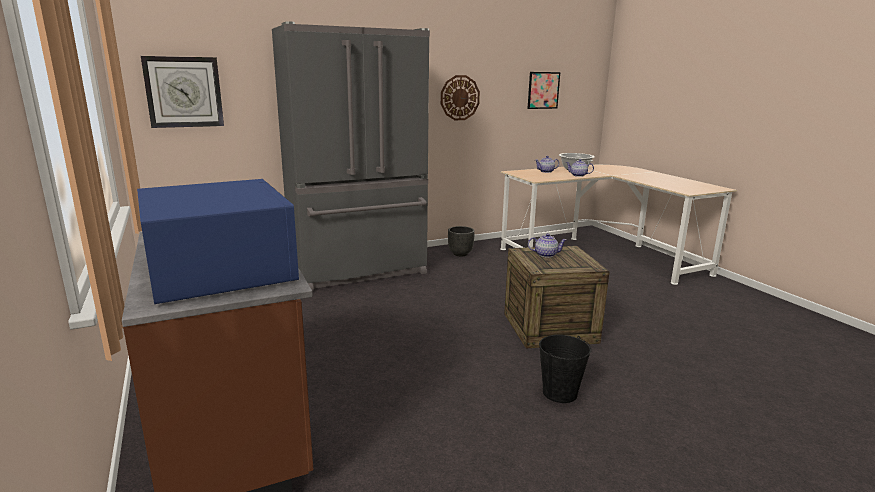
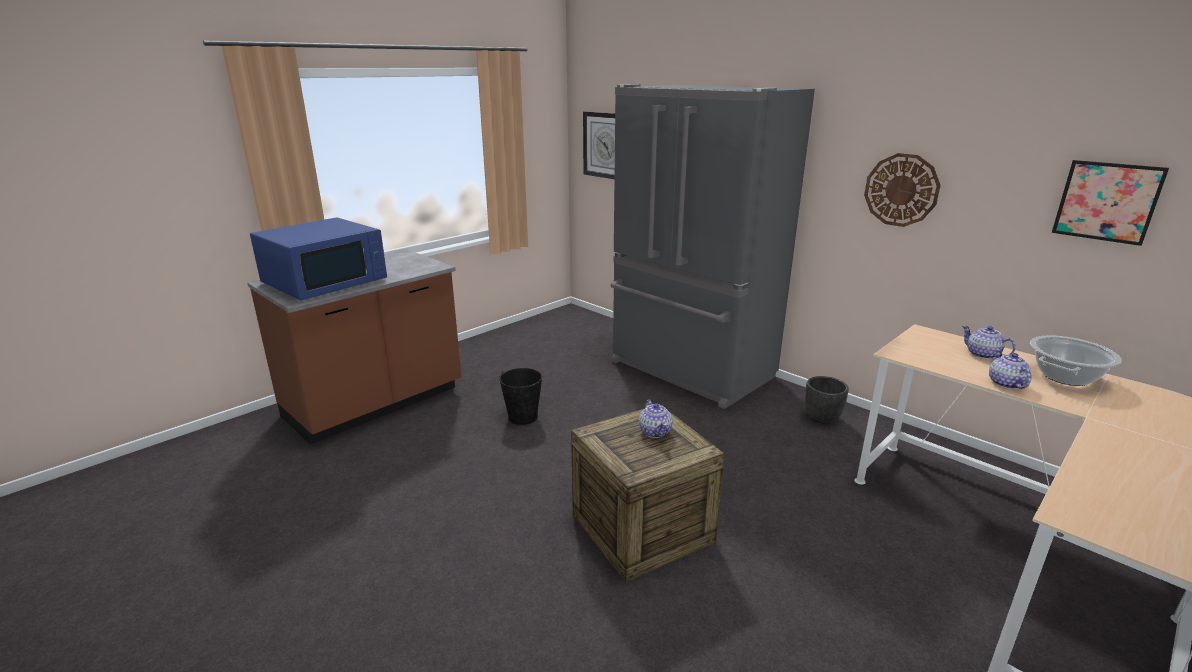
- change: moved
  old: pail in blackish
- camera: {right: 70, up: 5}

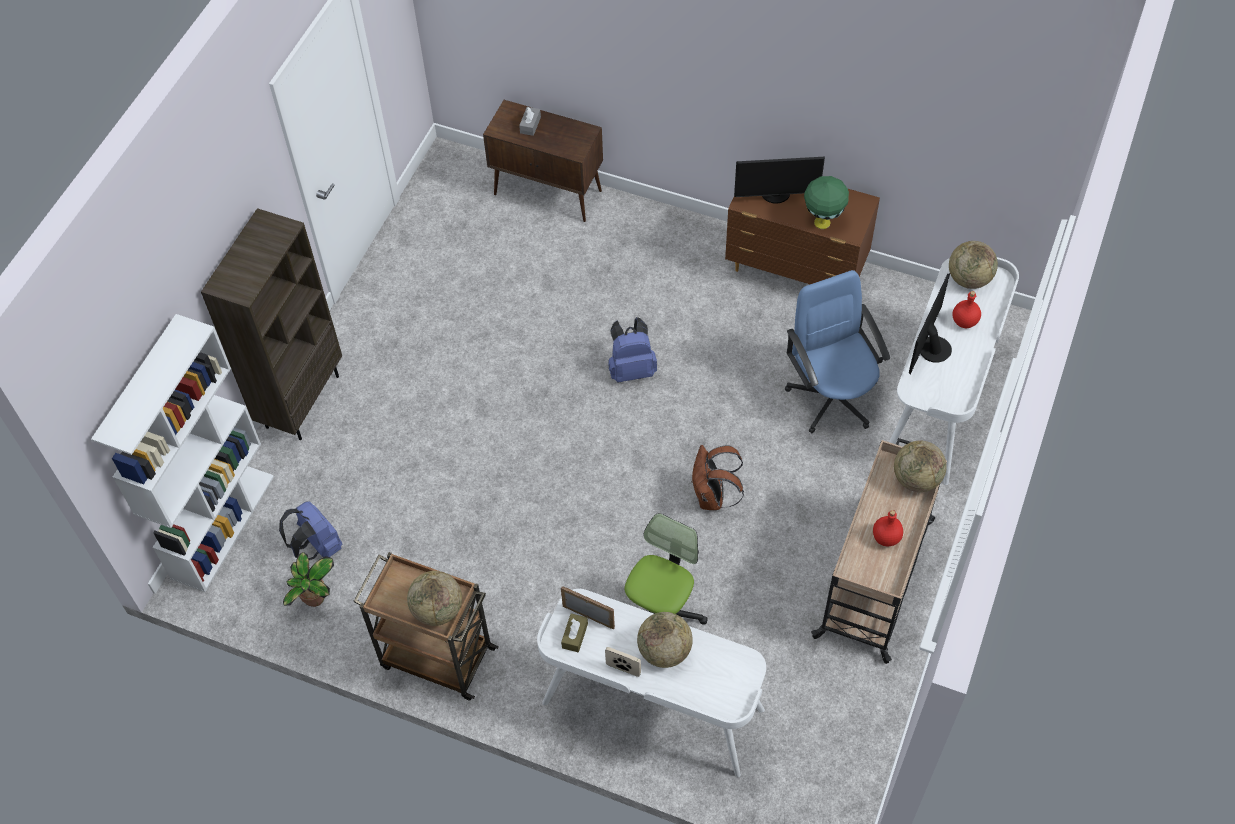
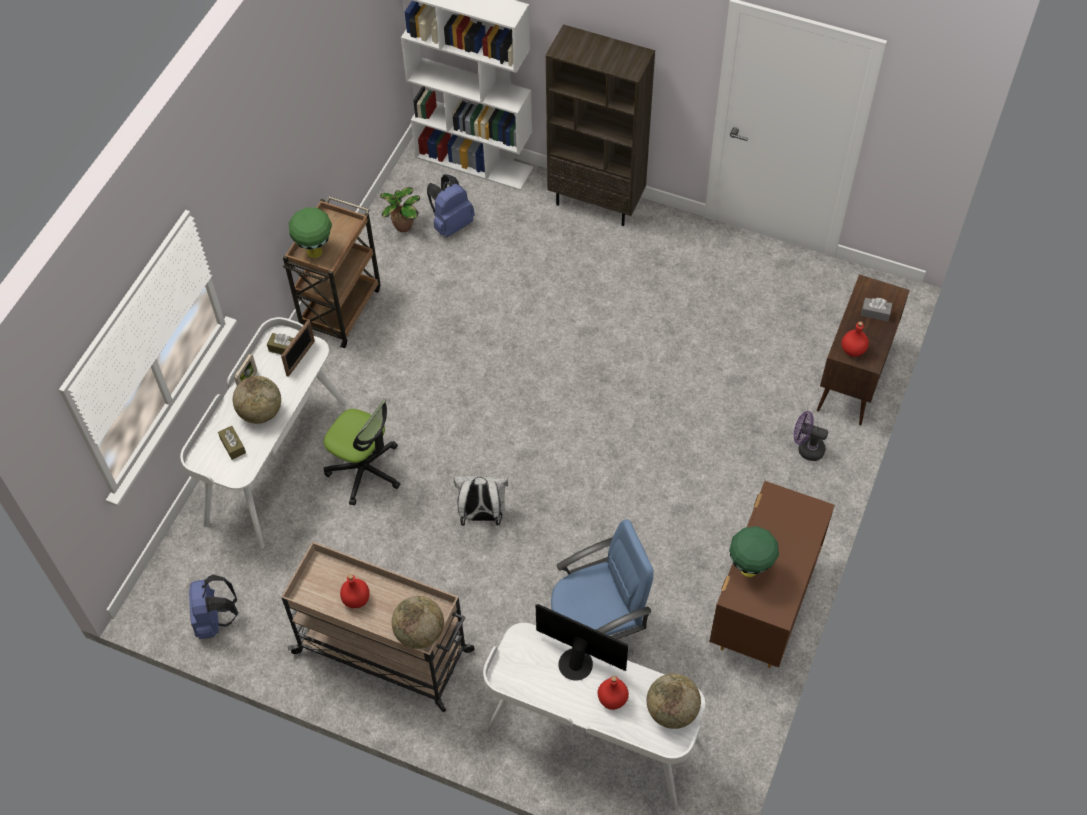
- change: replaced
  old: desk globe (1st from left)
  new: tabletop lamp in greenish (1st from left)
- change: moved
  old: rucksack in blue (2nd from left in the first image)
  new: rucksack in blue (1st from left)
- change: recoloured
  old: rucksack in brown-coloured
  new: rucksack in white
- change: removed
  old: computer display (1st from left)
- change: added
  new: tissue holder in brown-coloured (1st from left)
- change: added
  new: cooling fan in purplish
- change: added
  new: drink bottle in red-coloured (3rd from left)
- camera: {right: 90, up: 0}

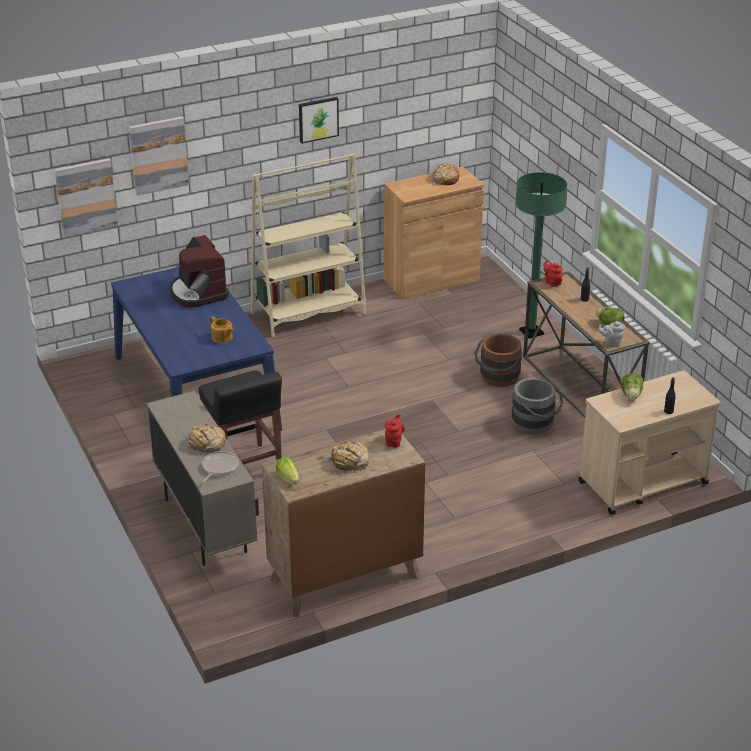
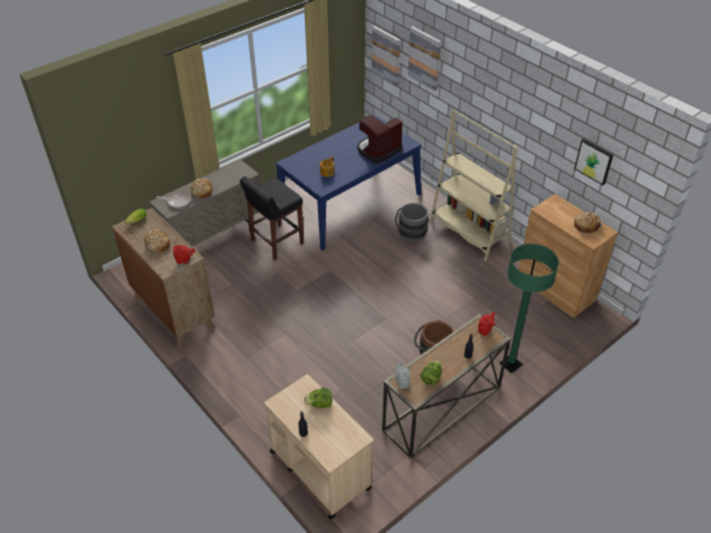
- change: moved
  old: wall art (3rd from left)
- change: moved
  old: pail in gray
- camera: {right: 75, up: 10}

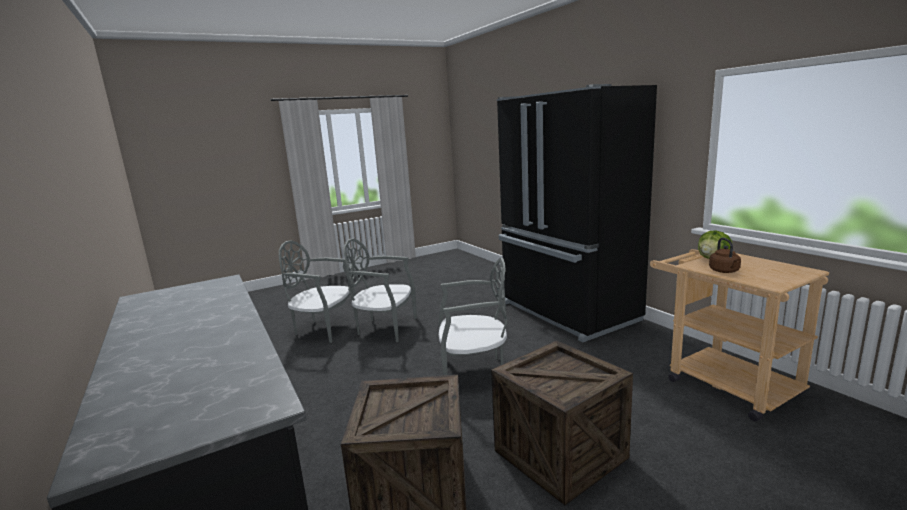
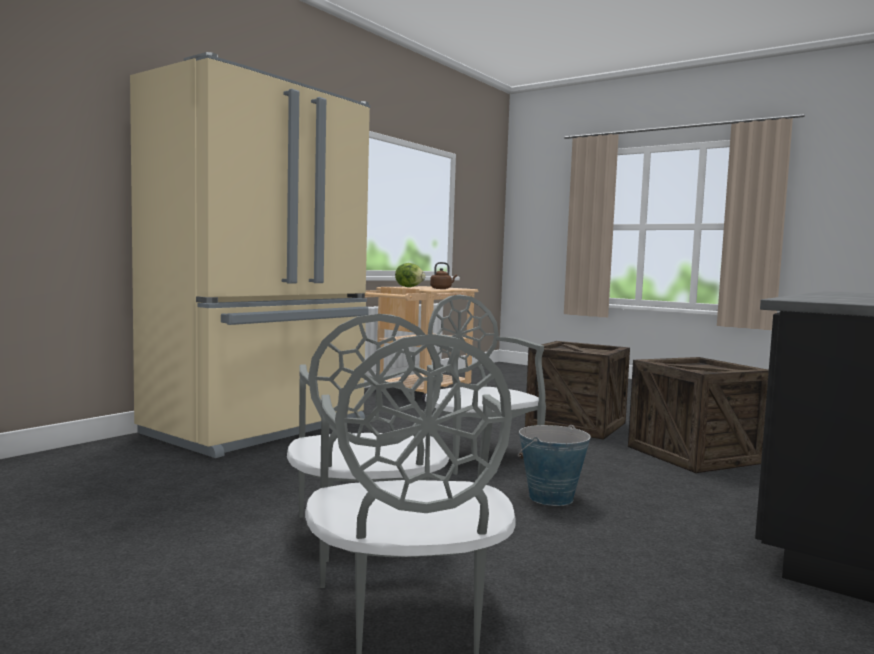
- change: recoloured
  old: kitchen fridge in blackish
  new: kitchen fridge in beige-coloured
- change: added
  new: pail
- camera: {right: -115, up: -10}

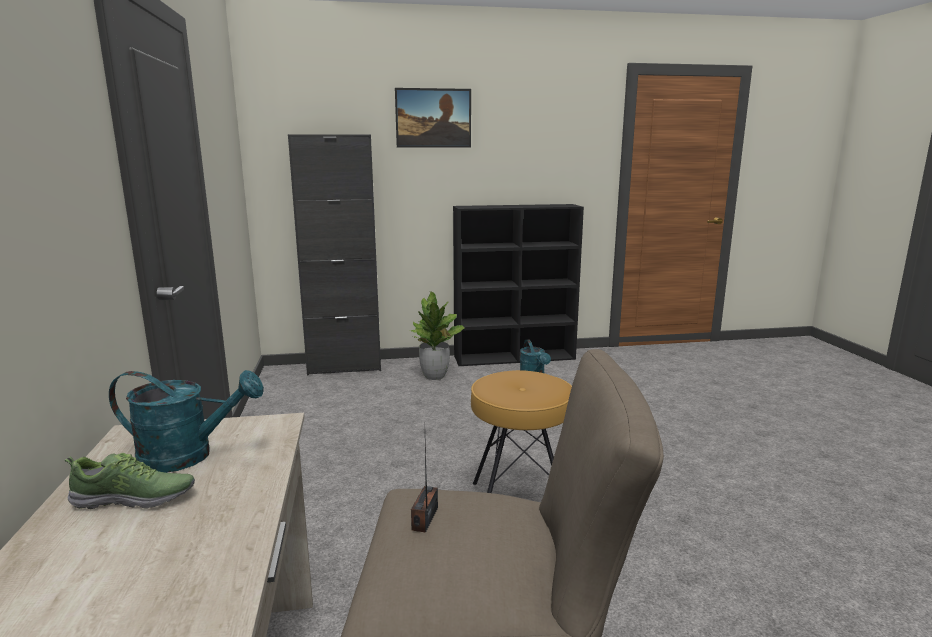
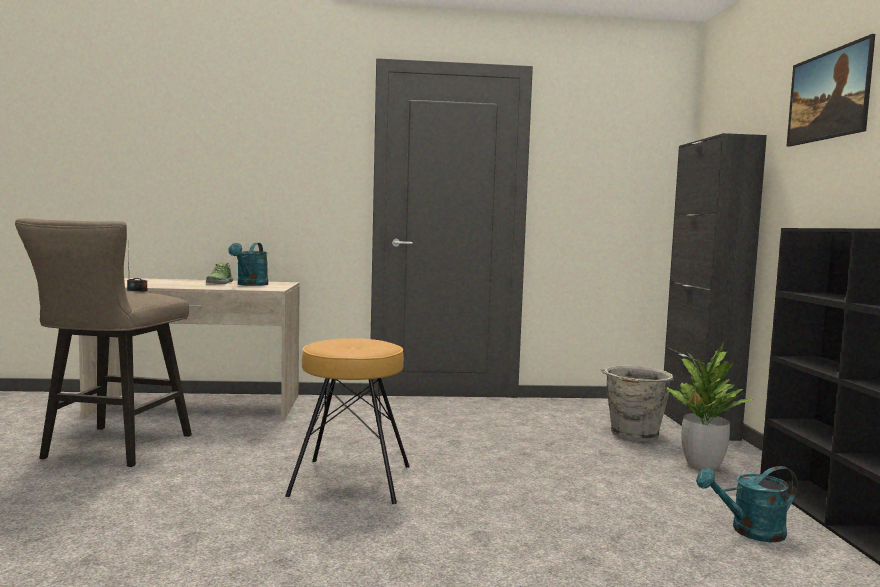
- change: added
  new: pail in gray
- camera: {right: 95, up: -10}

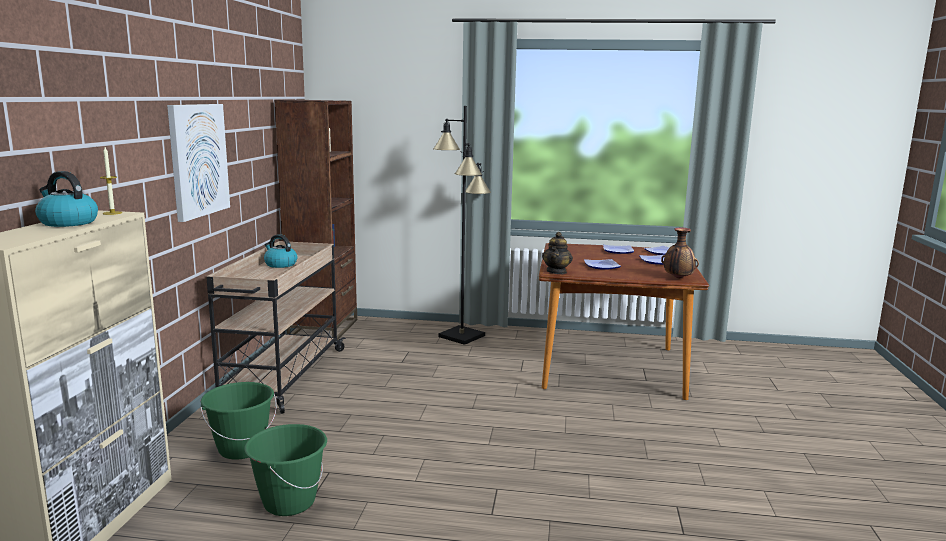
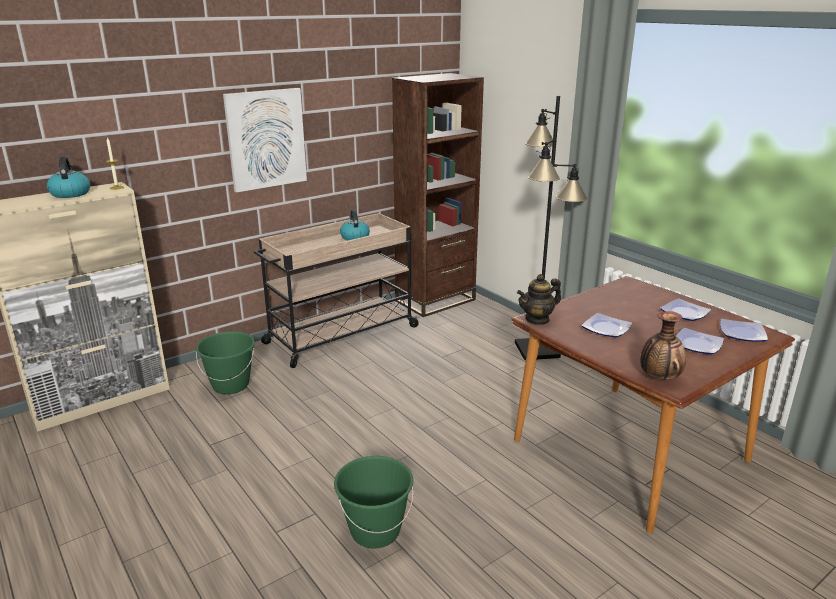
- change: moved
  old: pail in greenish (2nd from left)
- camera: {right: 45, up: 10}

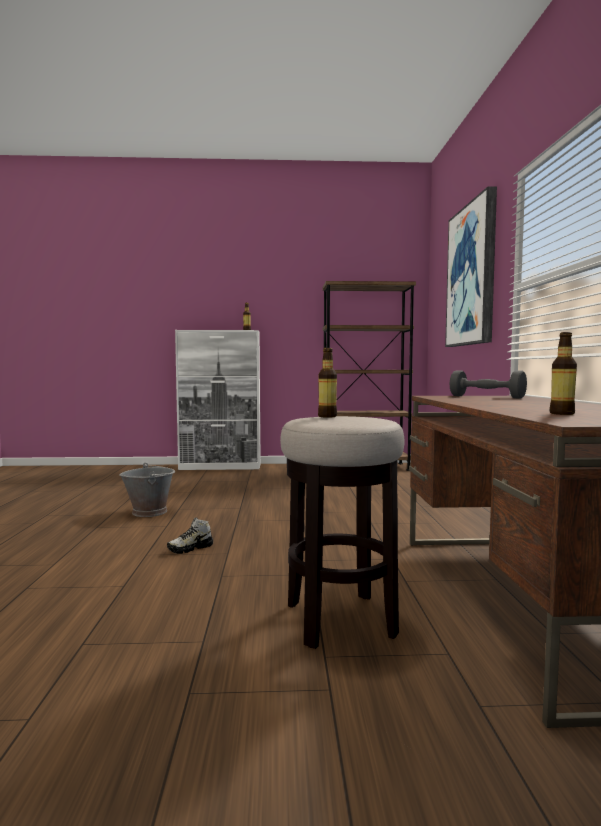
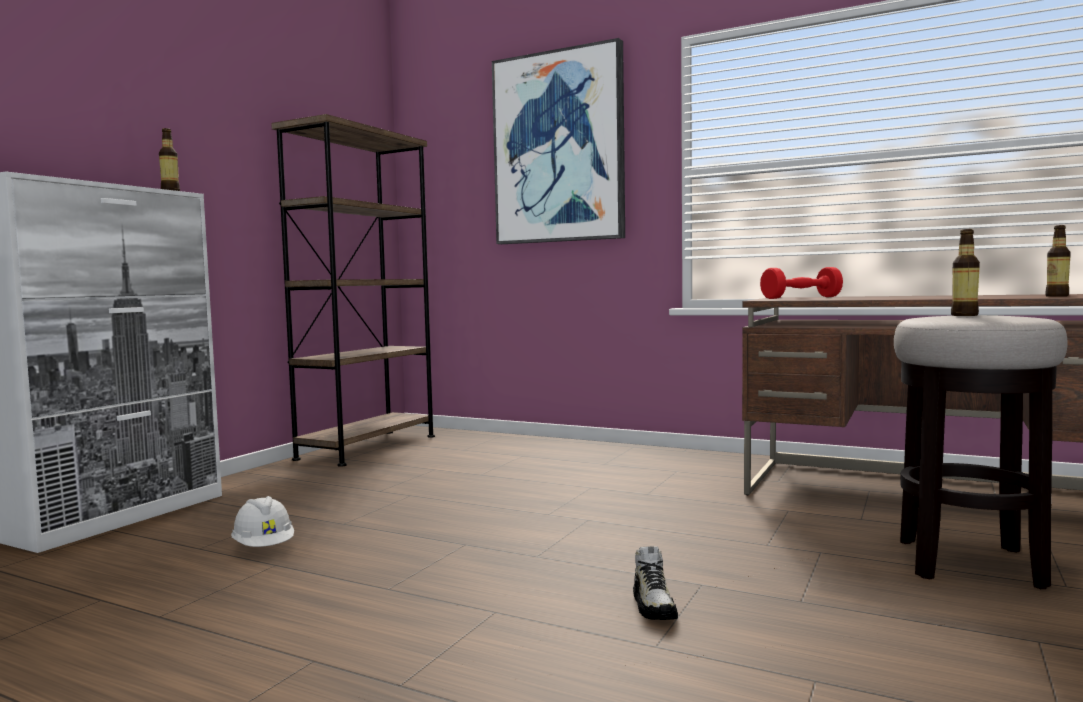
- change: removed
  old: pail in gray
- change: recoloured
  old: free weight in gray
  new: free weight in red-coloured
- change: added
  new: safety helmet in white
- camera: {right: -60, up: 0}

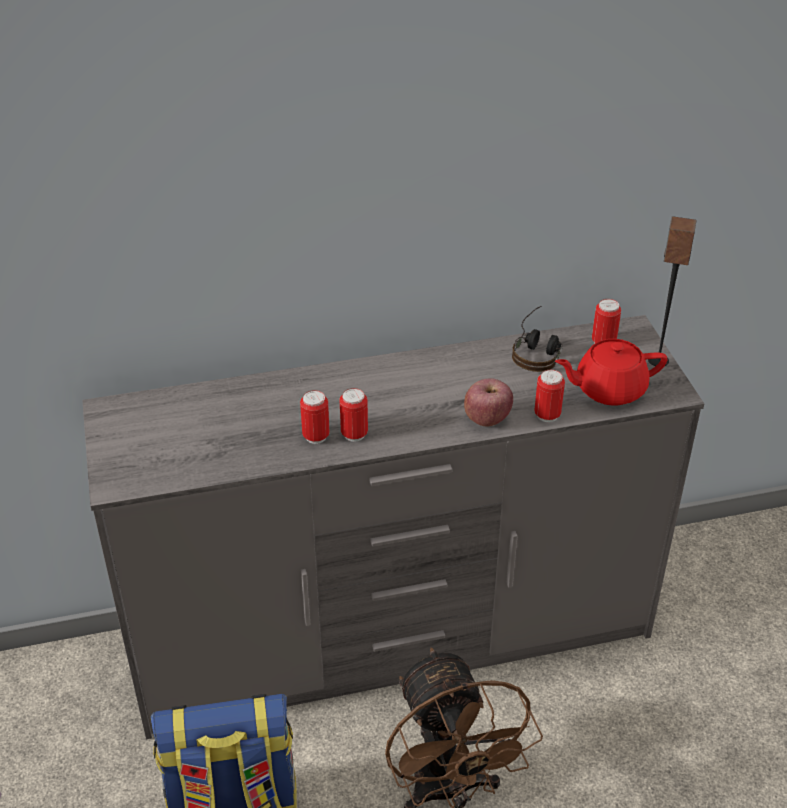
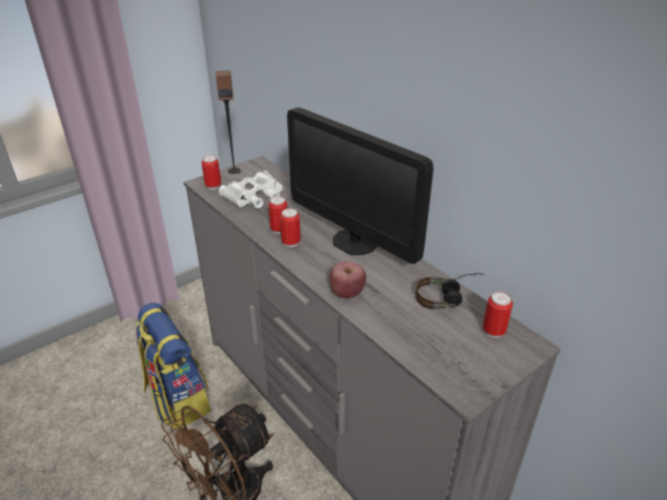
- change: moved
  old: sealed can (3rd from left in the first image)
  new: sealed can (1st from left)
- change: removed
  old: tea pot in red-coloured
- change: moved
  old: loudspeaker
- change: added
  new: field glasses in white
- change: added
  new: computer display
- camera: {right: 65, up: -5}

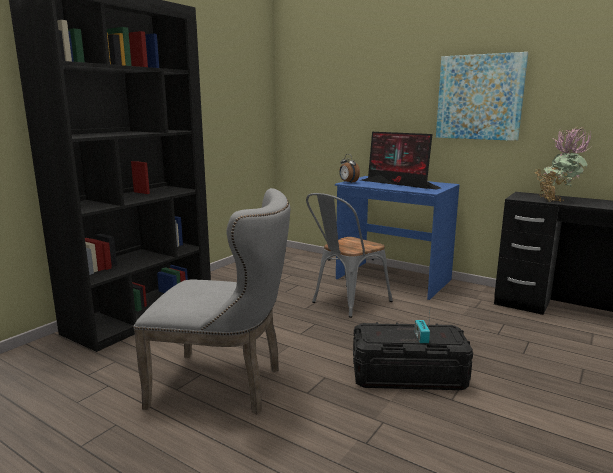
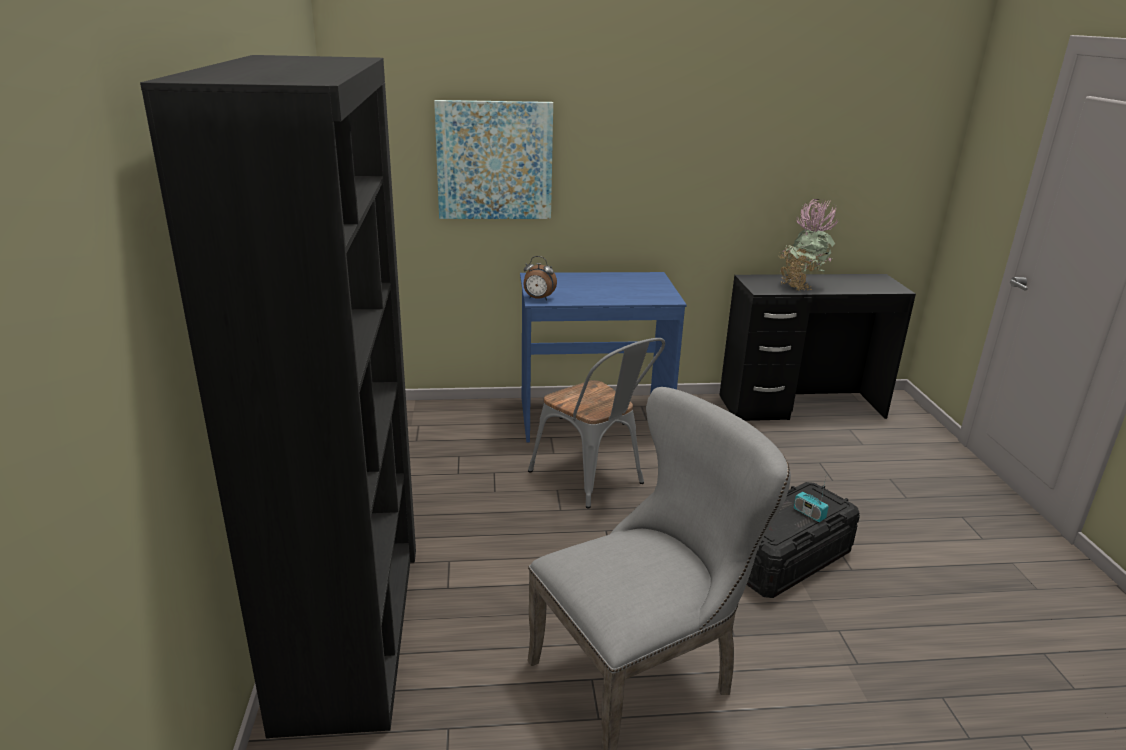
- change: turned
  old: plain chair in gray (2nd from left in the first image)
  degrees: -45
- change: removed
  old: computer display
- change: moved
  old: wall art
- camera: {right: -40, up: 10}

